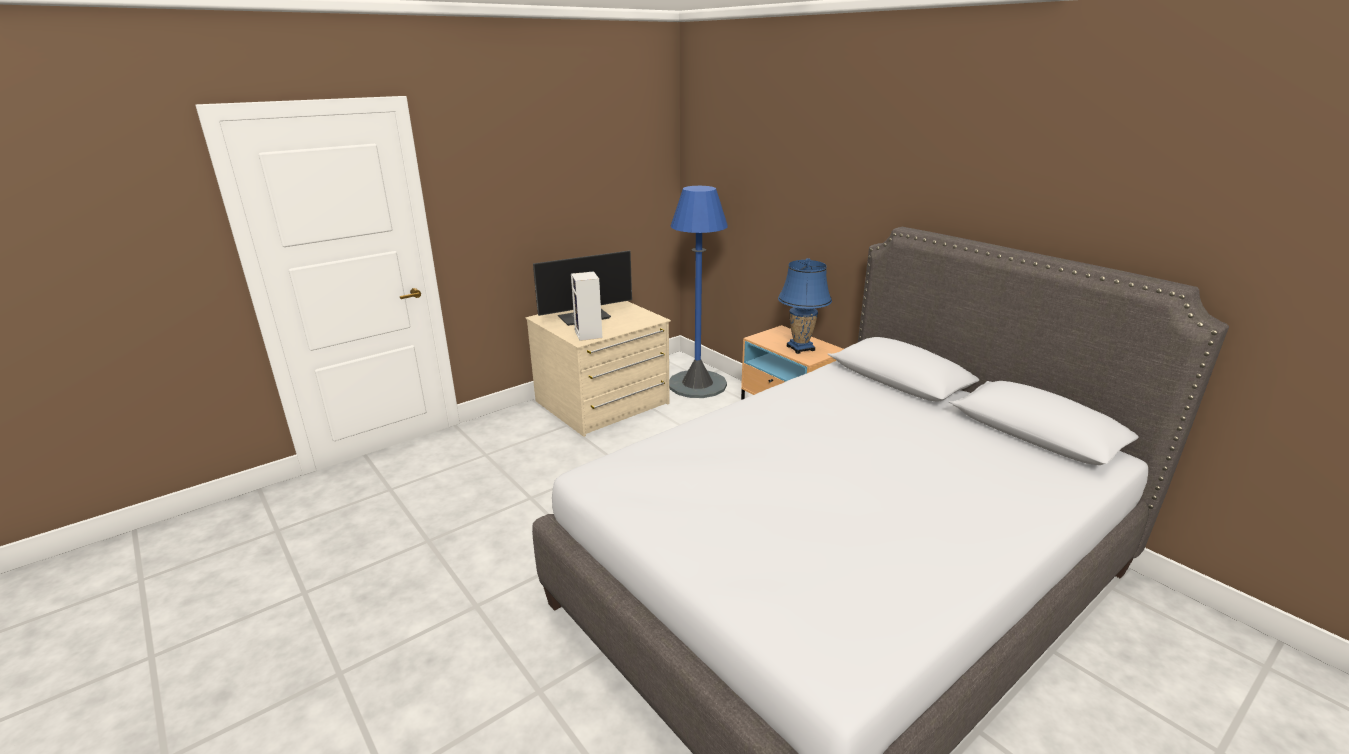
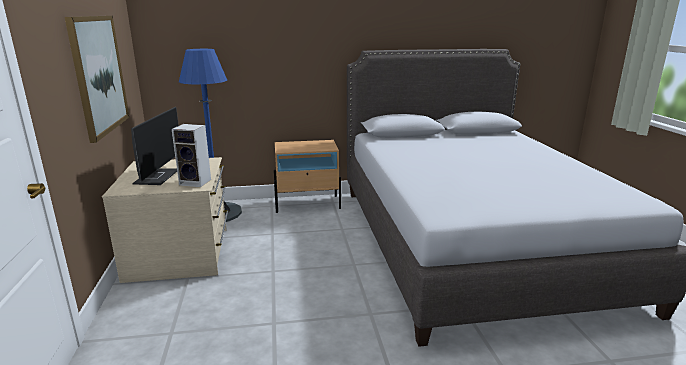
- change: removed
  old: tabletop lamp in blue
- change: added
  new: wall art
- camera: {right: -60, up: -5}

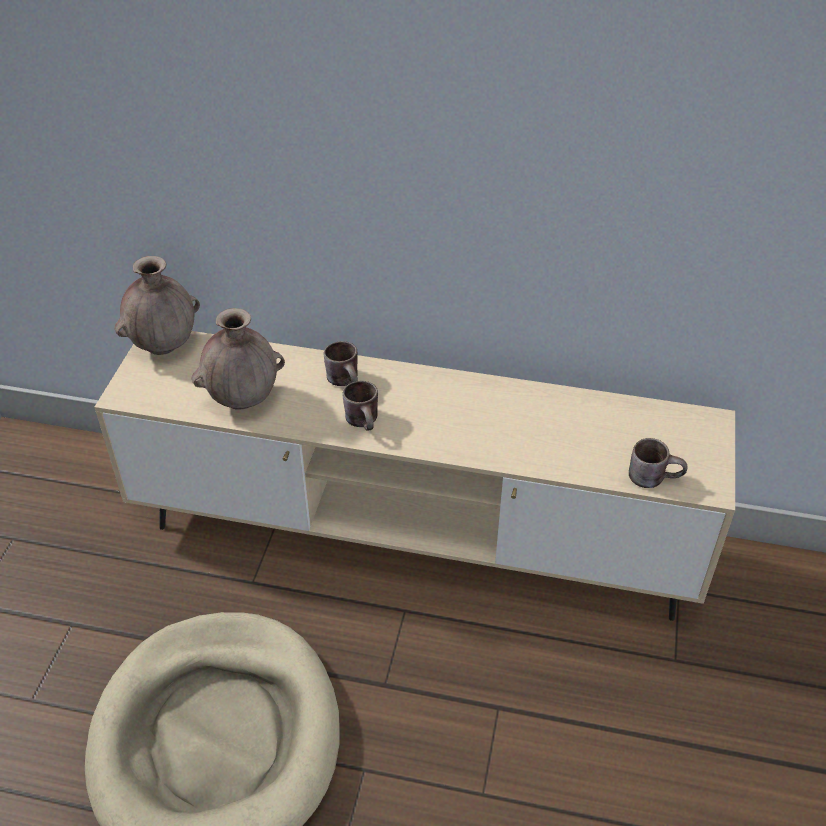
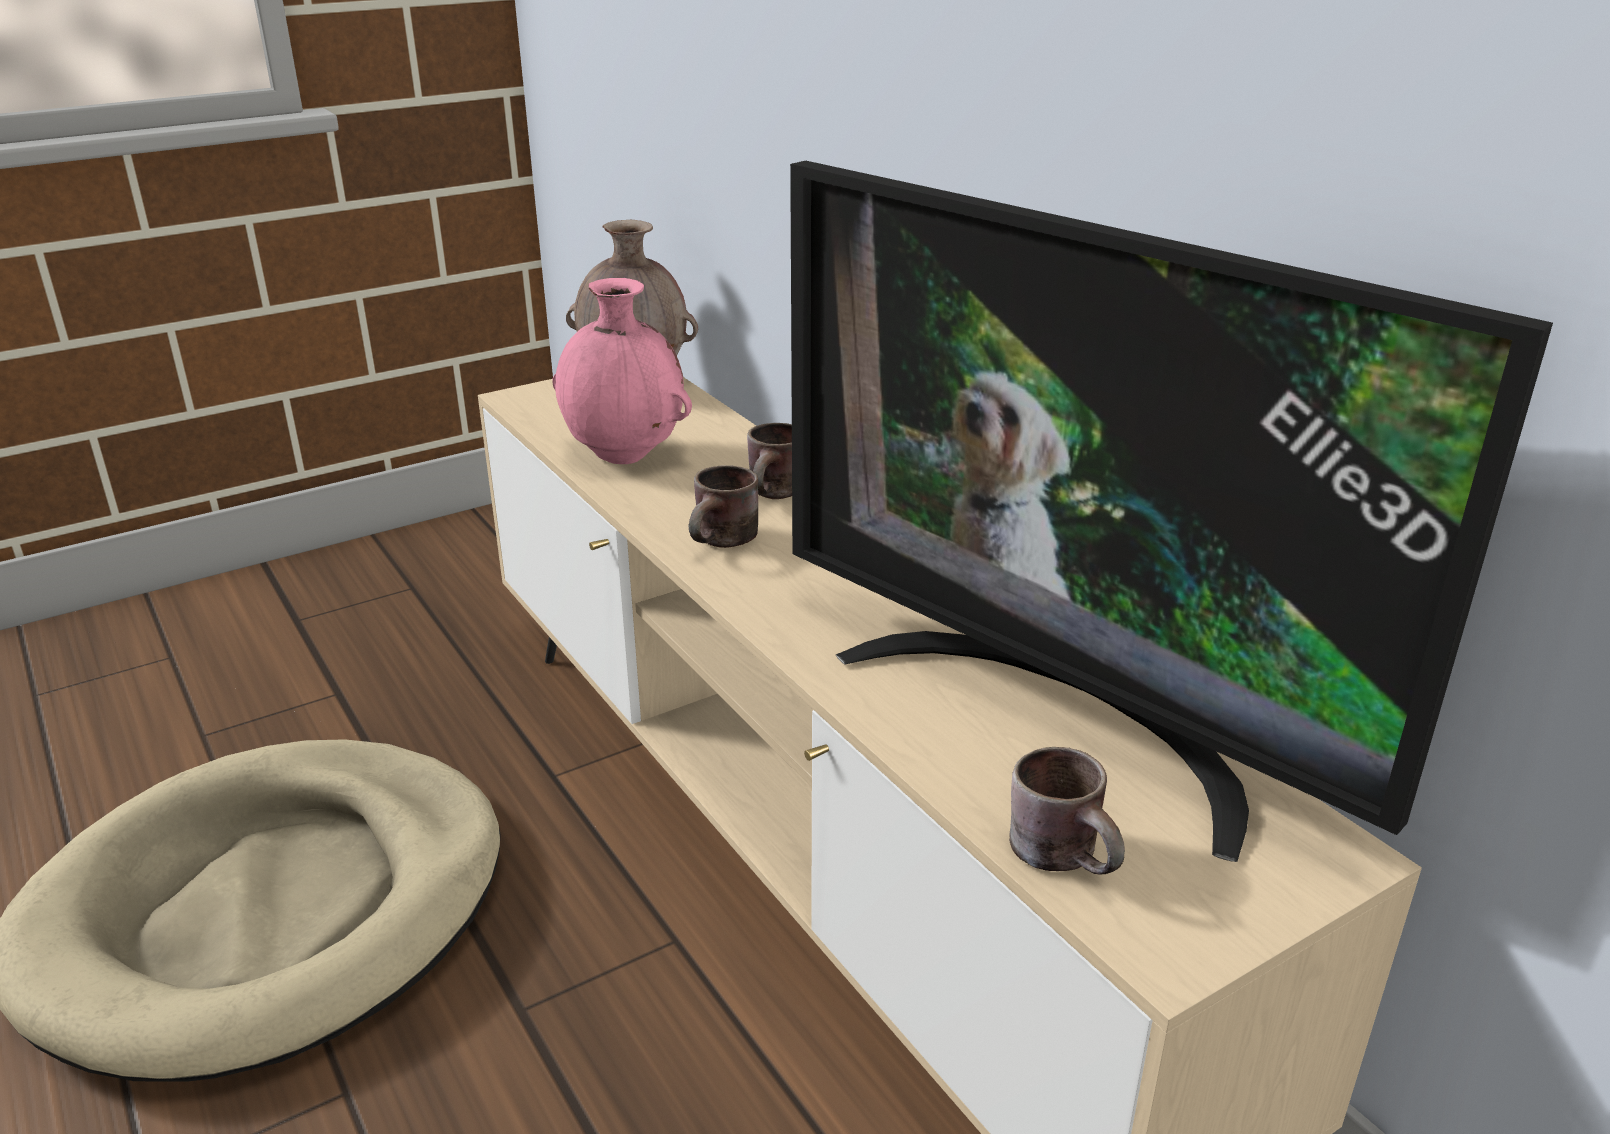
- change: recoloured
  old: vase in brown-coloured (2nd from left)
  new: vase in pink-coloured
- change: added
  new: TV
- camera: {right: 45, up: -15}

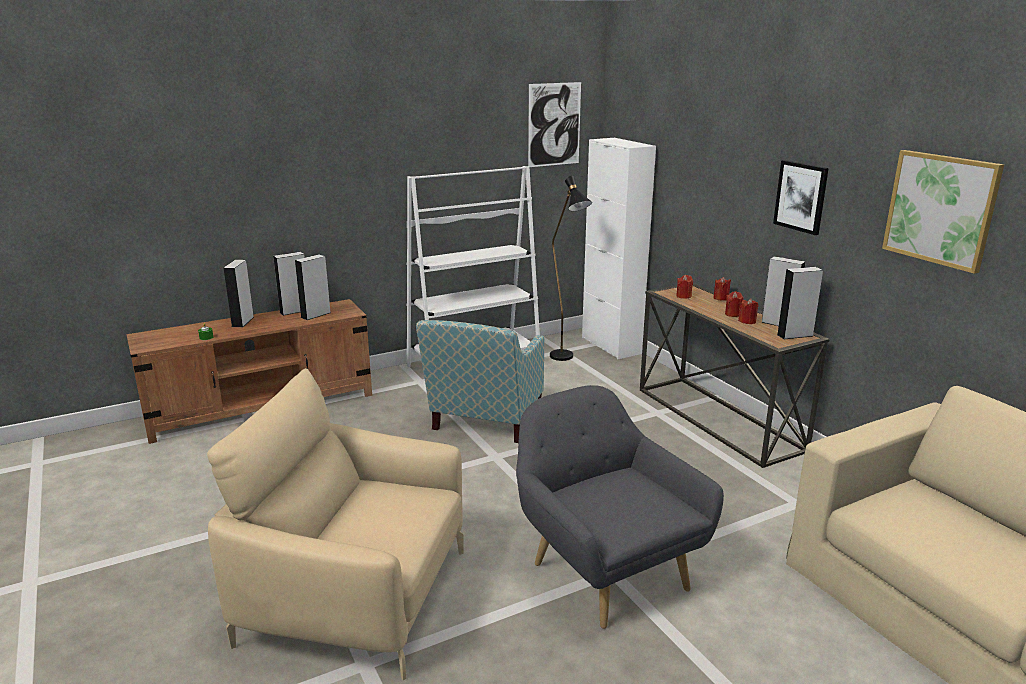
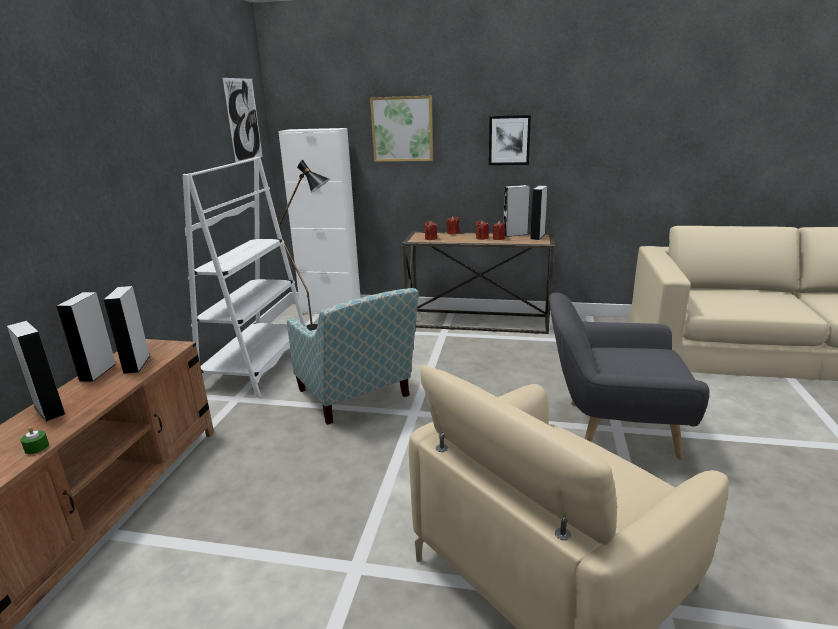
- change: moved
  old: wall art (3rd from left in the first image)
  new: wall art (2nd from left)
- camera: {right: -50, up: 0}

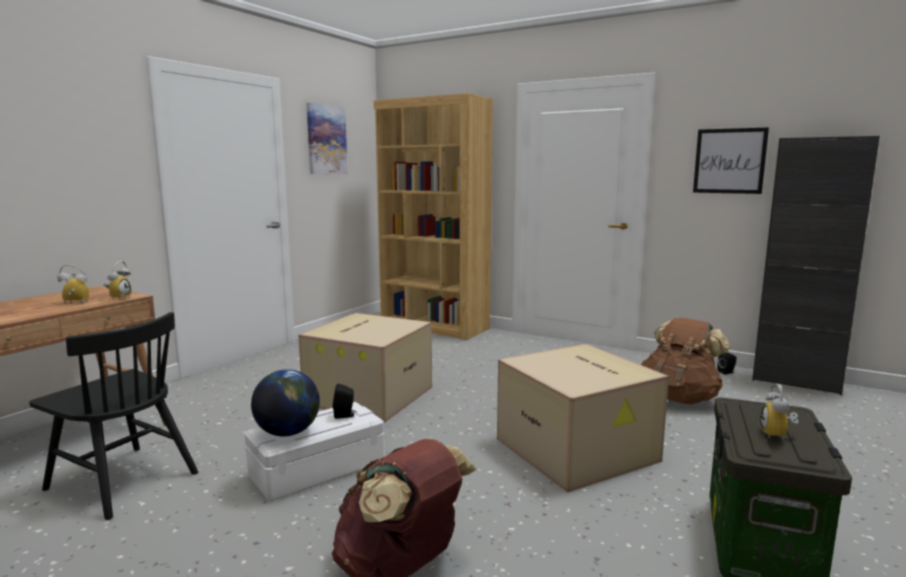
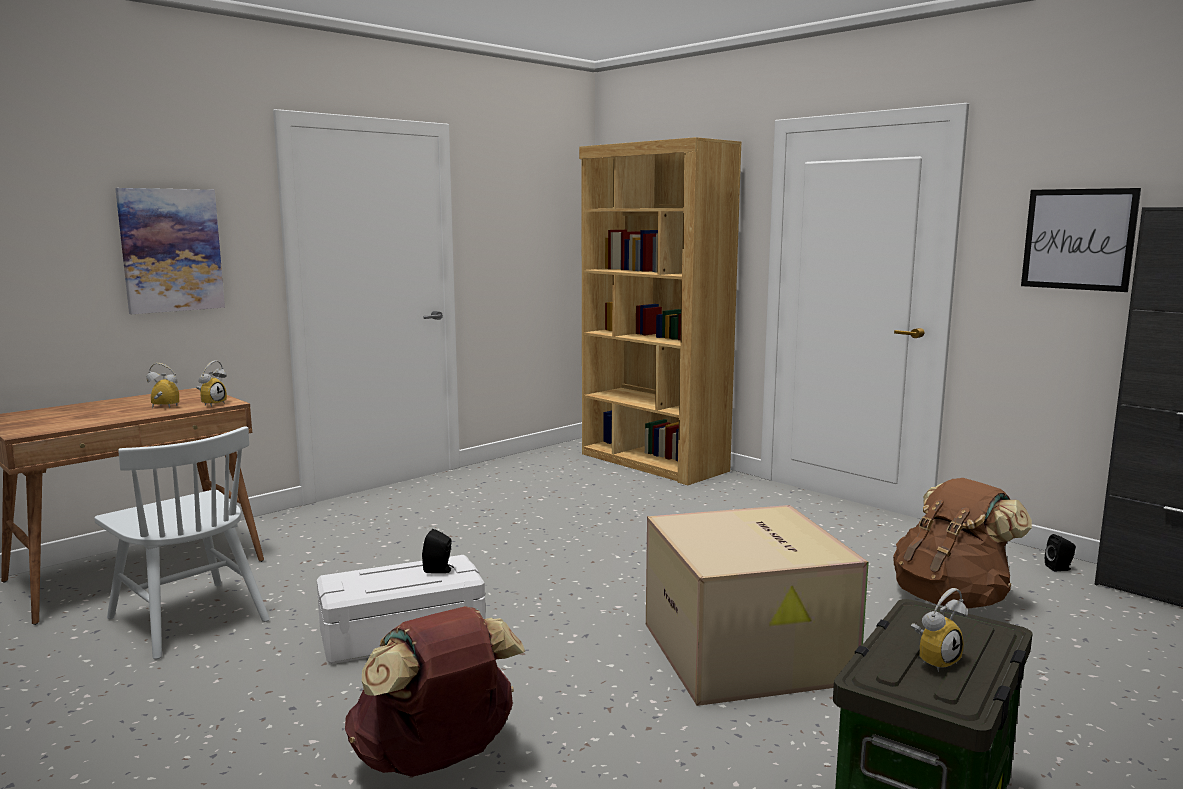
- change: recoloured
  old: plain chair in blackish
  new: plain chair in white
- change: removed
  old: desk globe
- change: removed
  old: carton (1st from left)
- change: moved
  old: wall art (1st from left)
- change: turned
  old: bedside clock (3rd from left)
  degrees: -150
- camera: {right: 15, up: 0}

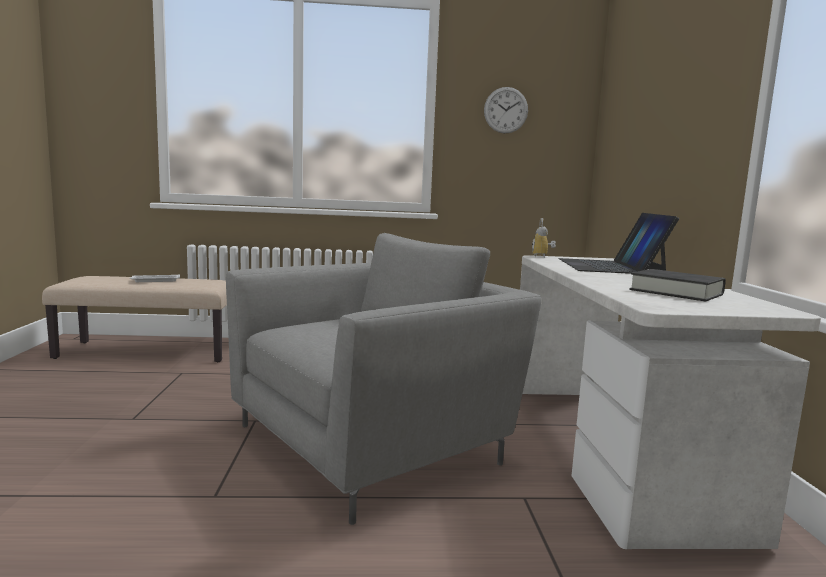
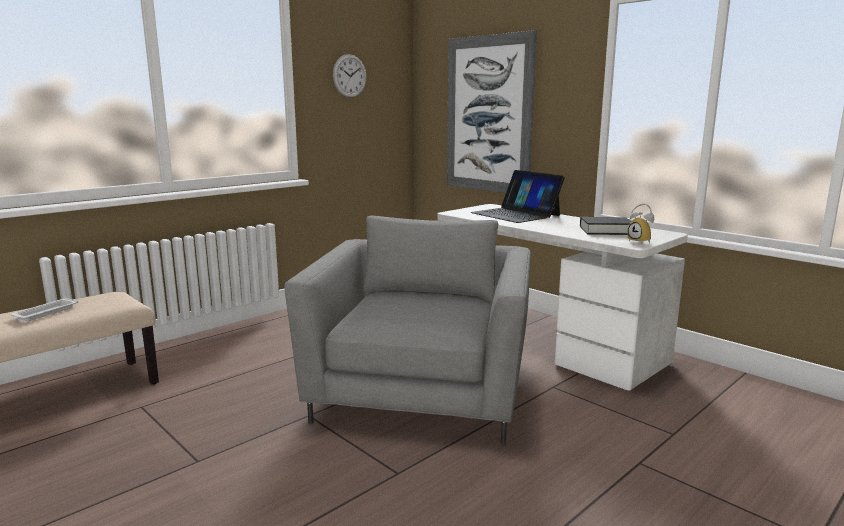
- change: moved
  old: bedside clock
- change: added
  new: wall art
- camera: {right: -40, up: 5}

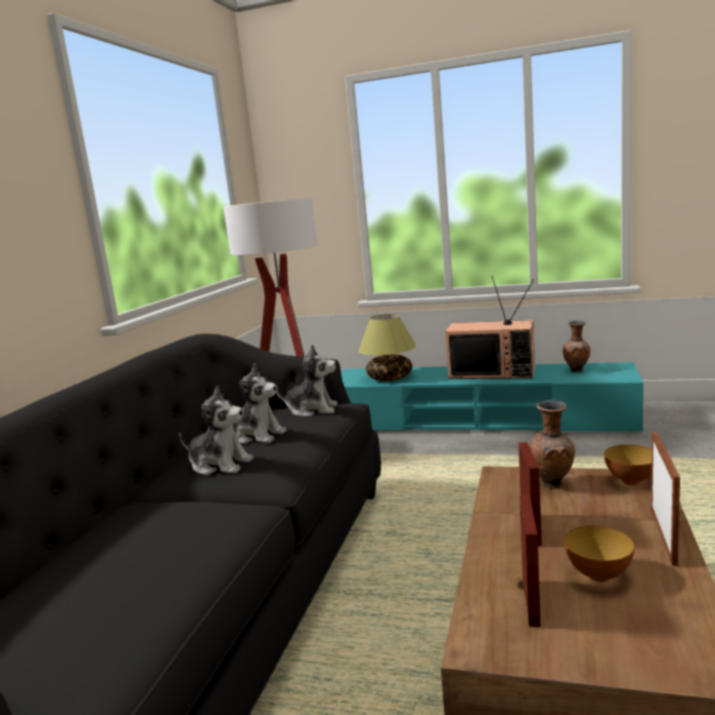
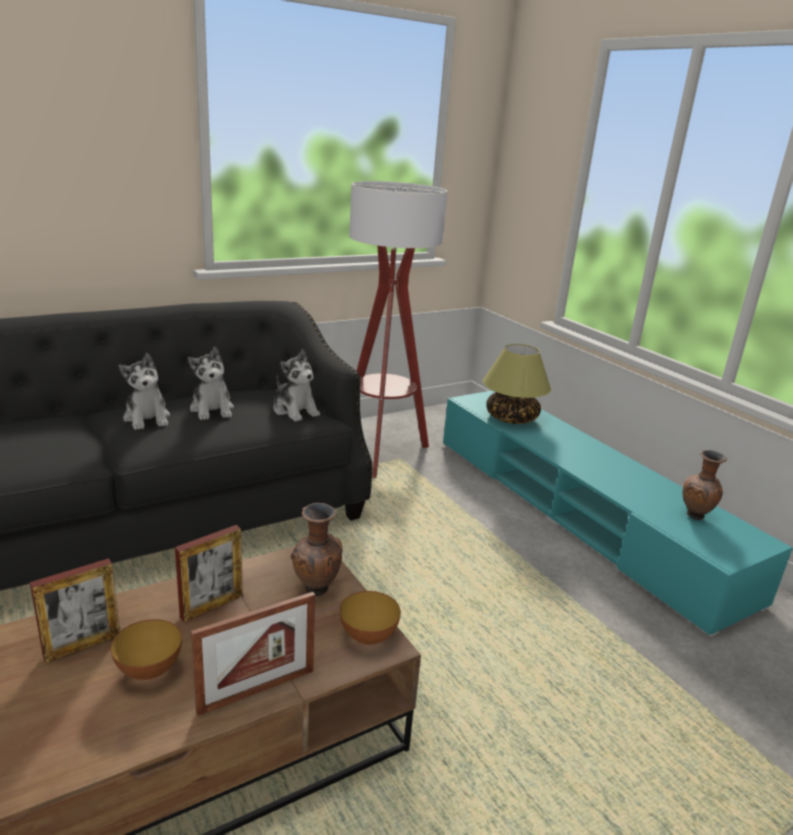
- change: removed
  old: TV
- camera: {right: 40, up: 10}

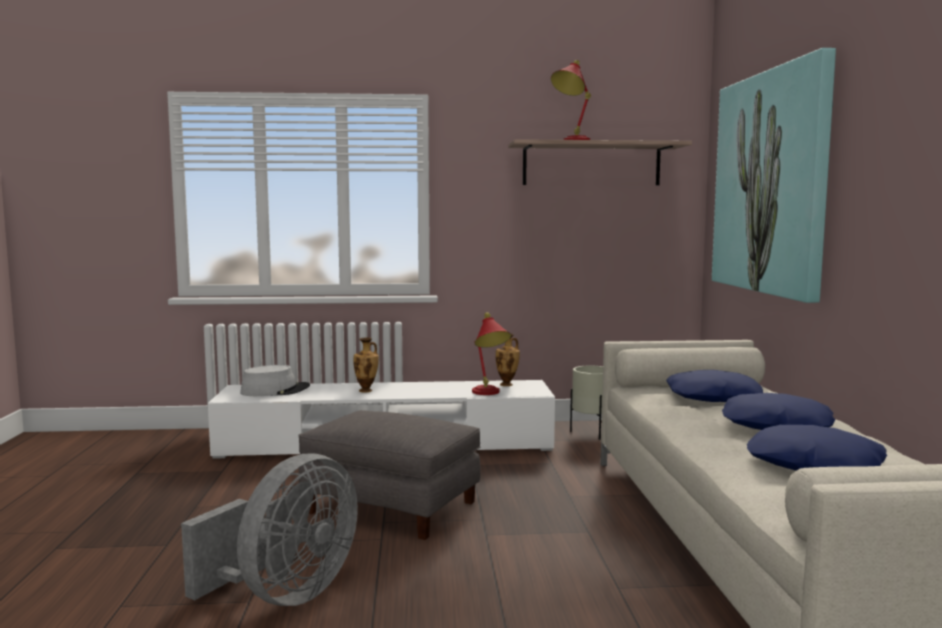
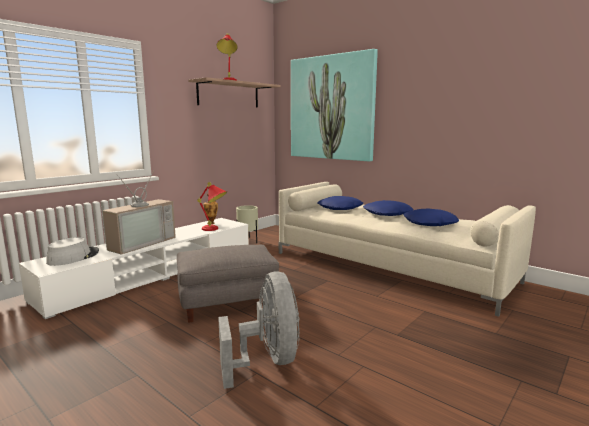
- change: replaced
  old: vase (1st from left)
  new: TV
- camera: {right: -45, up: 5}

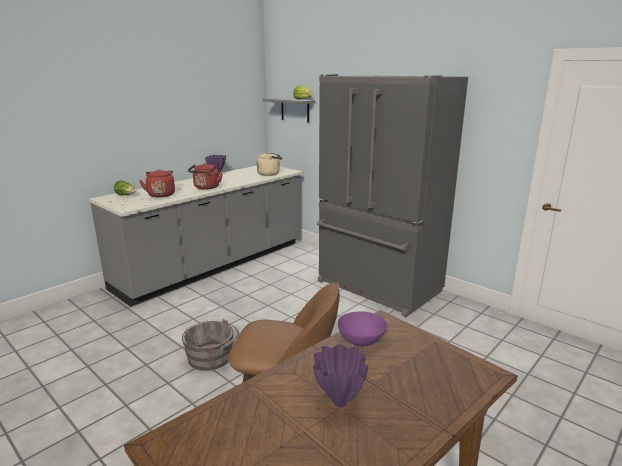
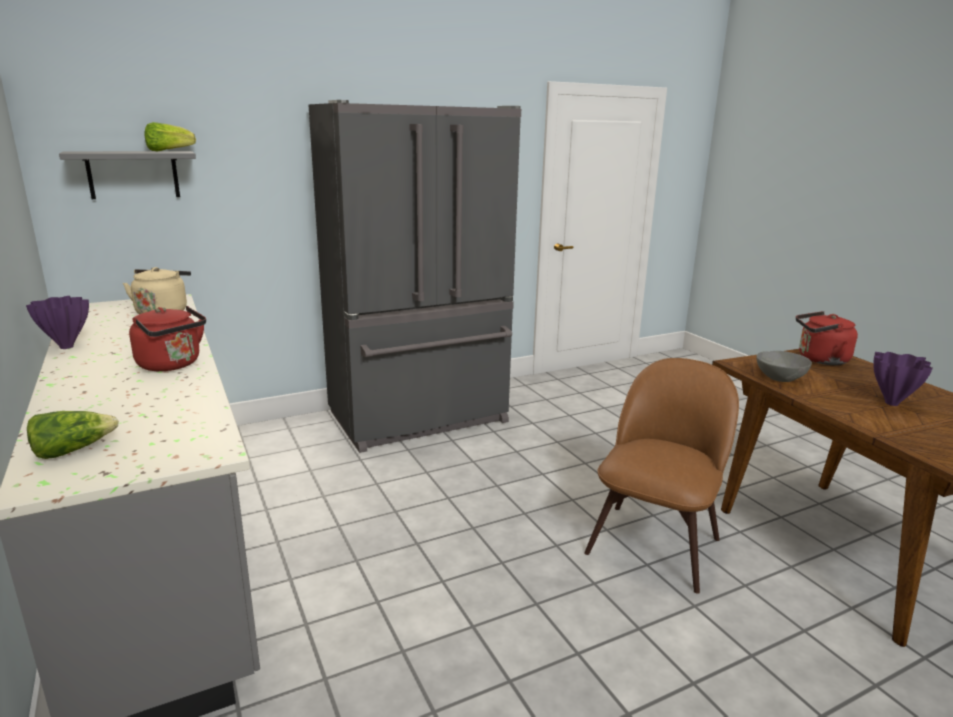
- change: moved
  old: kettle in red-coloured (1st from left in the first image)
  new: kettle in red-coloured (2nd from left)
- change: removed
  old: pail in gray
- change: recoloured
  old: bowl in purplish
  new: bowl in gray
- camera: {right: -70, up: 0}

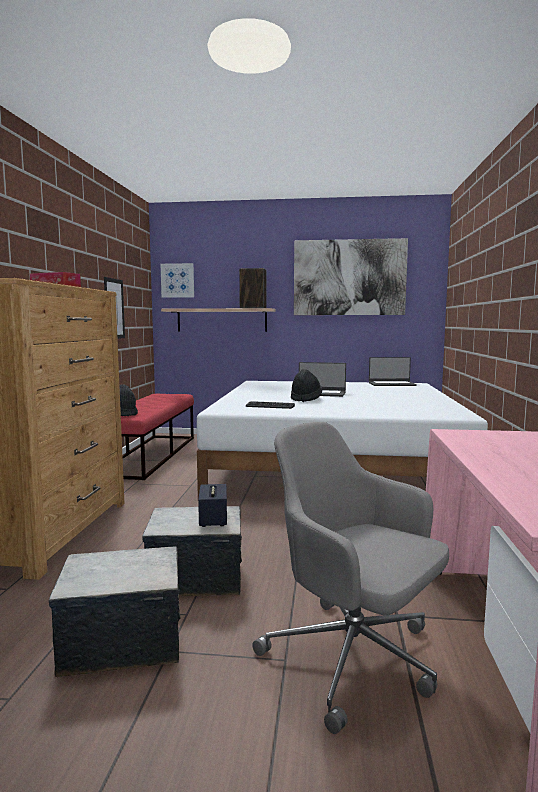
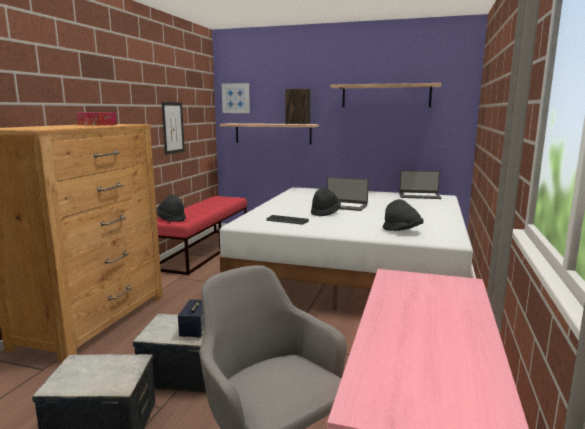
- change: replaced
  old: wall art (3rd from left)
  new: wall shelf (2nd from left)
- change: added
  new: wearable hat in blackish (3rd from left)
- camera: {right: 10, up: 5}

